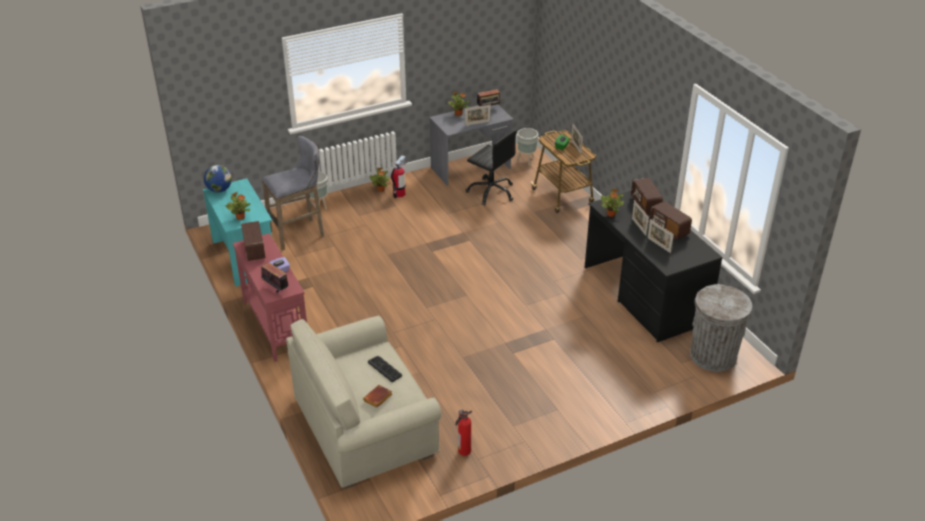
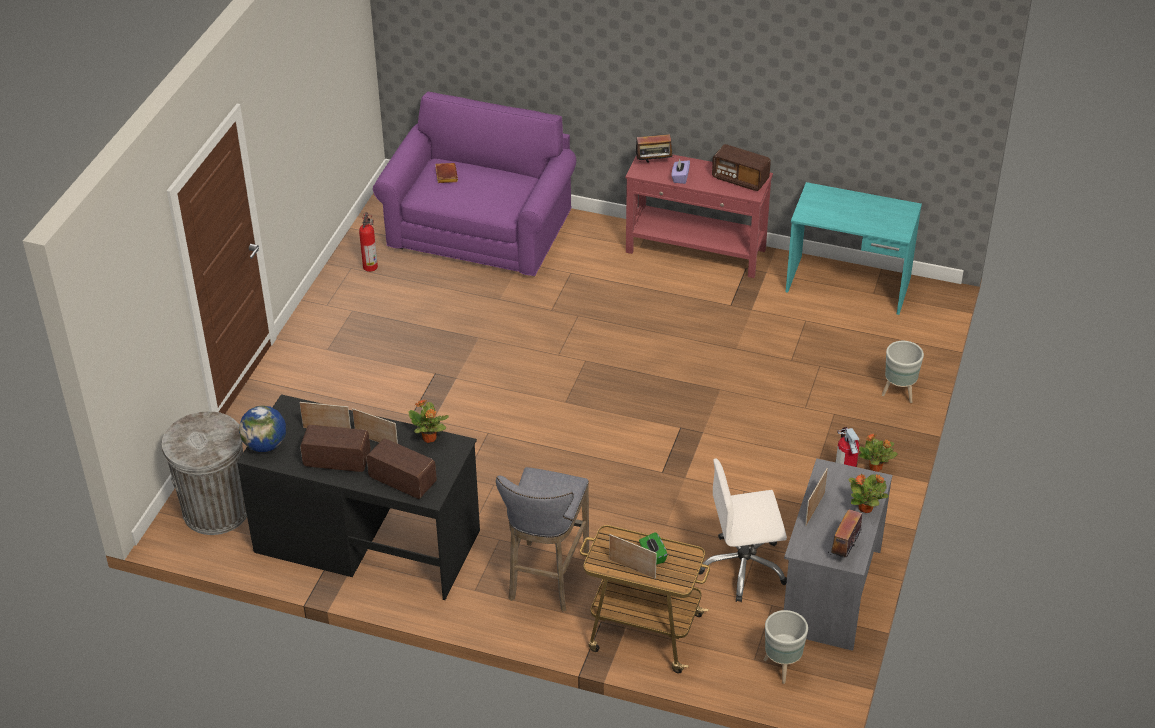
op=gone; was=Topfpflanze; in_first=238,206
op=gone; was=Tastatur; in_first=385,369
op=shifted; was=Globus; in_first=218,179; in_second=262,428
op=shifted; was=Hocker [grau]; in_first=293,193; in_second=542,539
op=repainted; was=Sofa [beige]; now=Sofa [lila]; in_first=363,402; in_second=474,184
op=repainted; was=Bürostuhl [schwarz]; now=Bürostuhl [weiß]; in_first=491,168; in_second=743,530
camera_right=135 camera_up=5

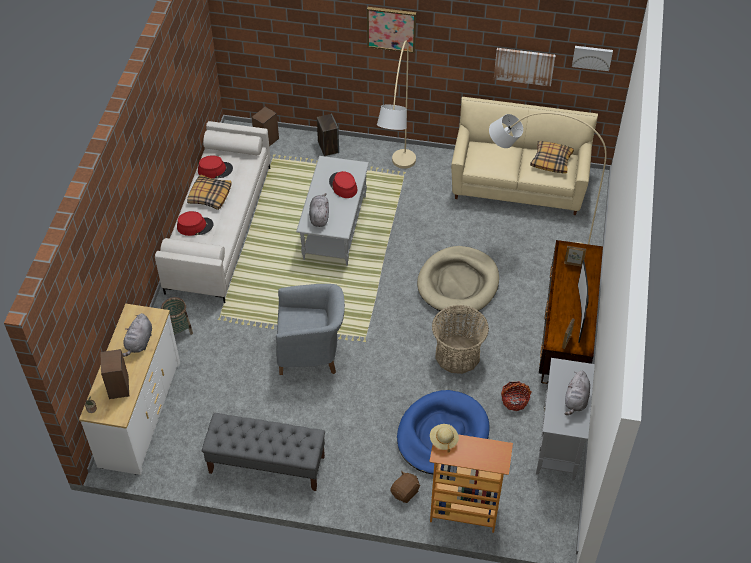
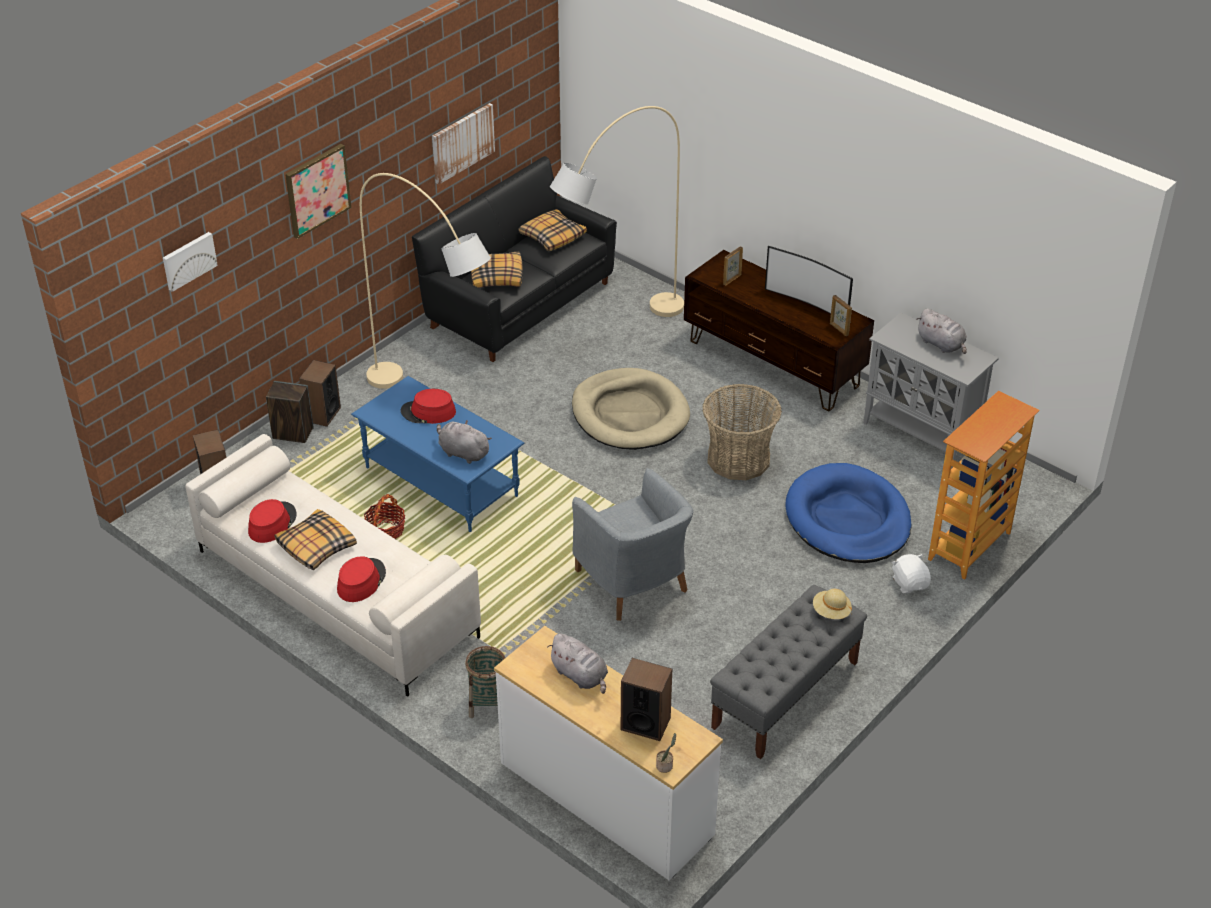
op=new; now=Lautsprecher; in_second=320,393
op=new; now=Kissen; in_second=497,270
op=shifted; was=Hut [beige]; in_first=444,438; in_second=832,604
op=shifted; was=Korb; in_first=516,396; in_second=384,516
op=shifted; was=Bild; in_first=592,58; in_second=190,262
op=repainted; was=Couchtisch [grau]; now=Couchtisch [blau]; in_first=332,211; in_second=437,454
op=repainted; was=Plüschtier [braun]; now=Plüschtier [weiß]; in_first=405,487; in_second=911,573
op=repainted; was=Sofa [beige]; now=Sofa [schwarz]; in_first=524,156; in_second=514,259
op=rotated; was=Sessel [grau]; in_first=310,329; in_second=633,544; clockwise=120
camera_right=-60 camera_up=-10

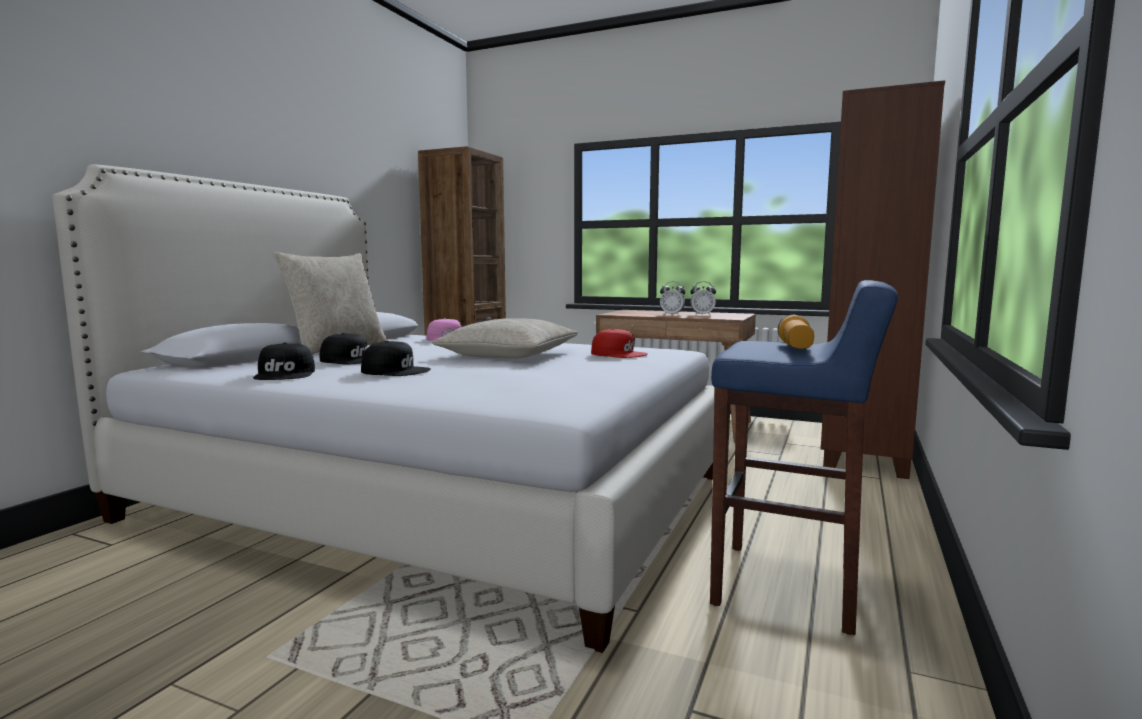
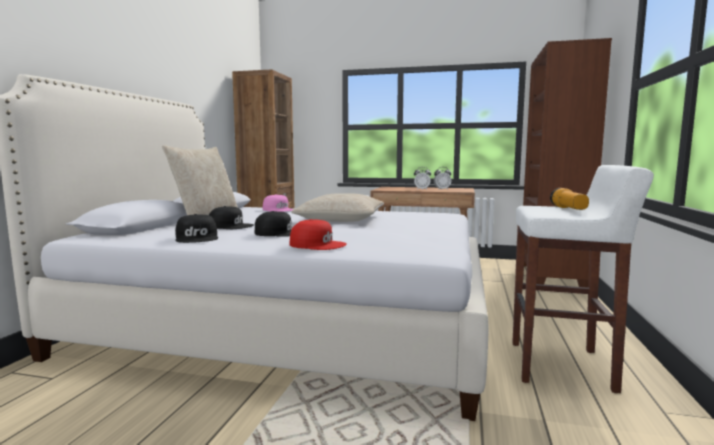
op=shifted; was=Kappe [rot]; in_first=619,343; in_second=318,234
op=repainted; was=Hocker [blau]; now=Hocker [weiß]; in_first=804,457; in_second=583,279
camera_right=-10 camera_up=0

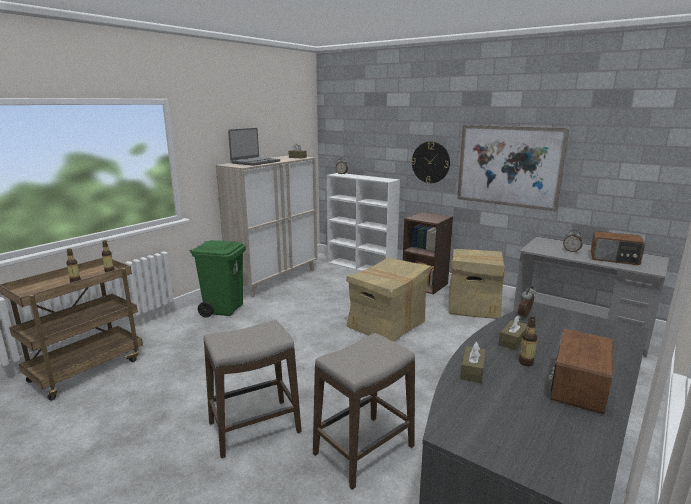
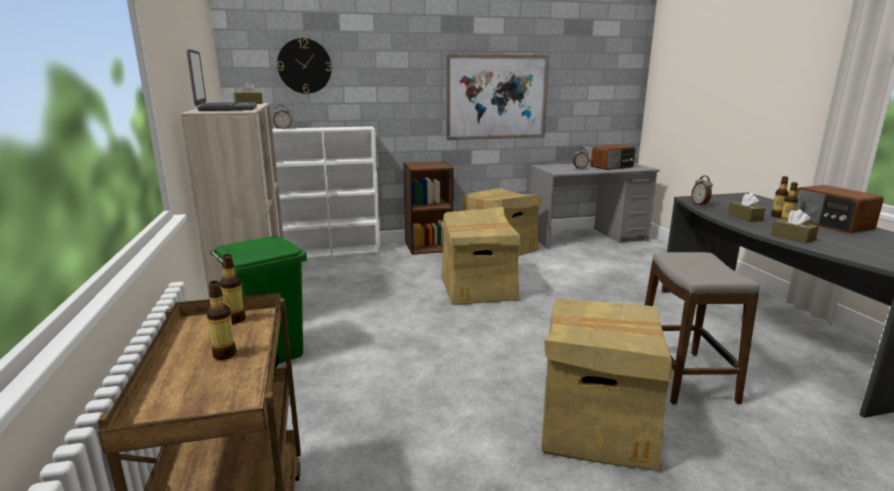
op=new; now=Flasche; in_second=780,197
op=shifted; was=Wanduhr; in_first=430,162; in_second=304,66
op=swapped; was=Hocker; now=Karton; in_first=252,389; in_second=607,384
camera_right=-50 camera_up=0

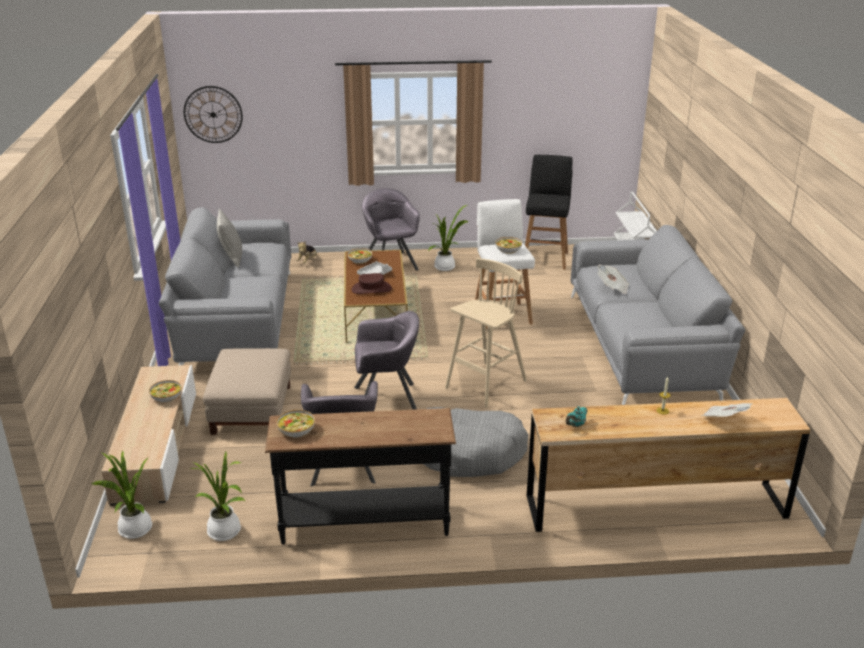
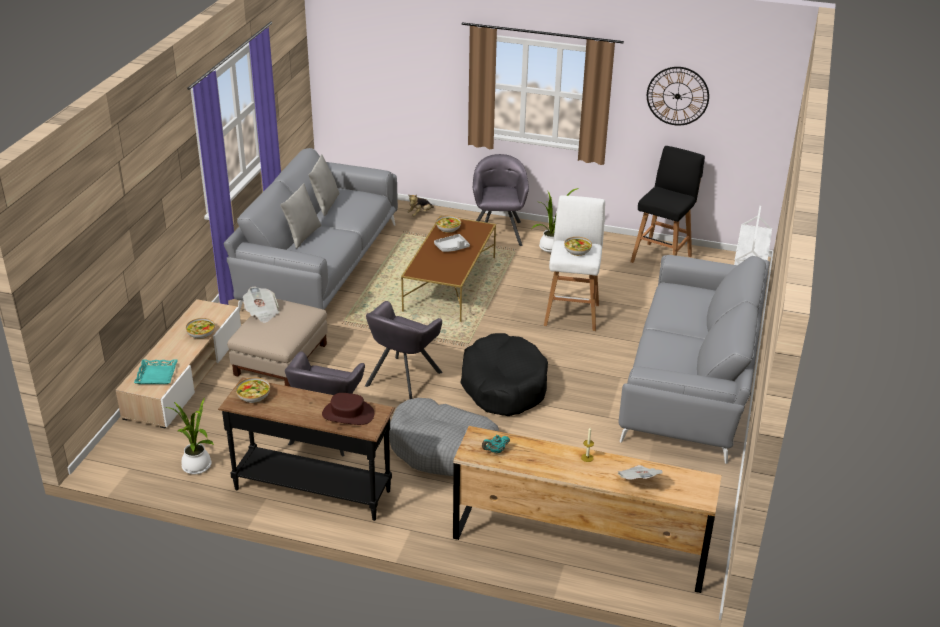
op=gone; was=Topfpflanze; in_first=121,494
op=new; now=Tablett [türkis]; in_second=156,371
op=new; now=Kissen [grau]; in_second=300,216
op=shifted; was=Wanduhr; in_first=213,114; in_second=678,96
op=shifted; was=Hut [braun]; in_first=372,283; in_second=348,409
op=shifted; was=Zeitung; in_first=613,279; in_second=261,304
op=swapped; was=Hocker [beige]; now=Hundebett [schwarz]; in_first=486,333; in_second=504,374
op=rotated; was=Sessel [grau]; in_first=386,360; in_second=403,350; clockwise=105
camera_right=20 camera_up=5

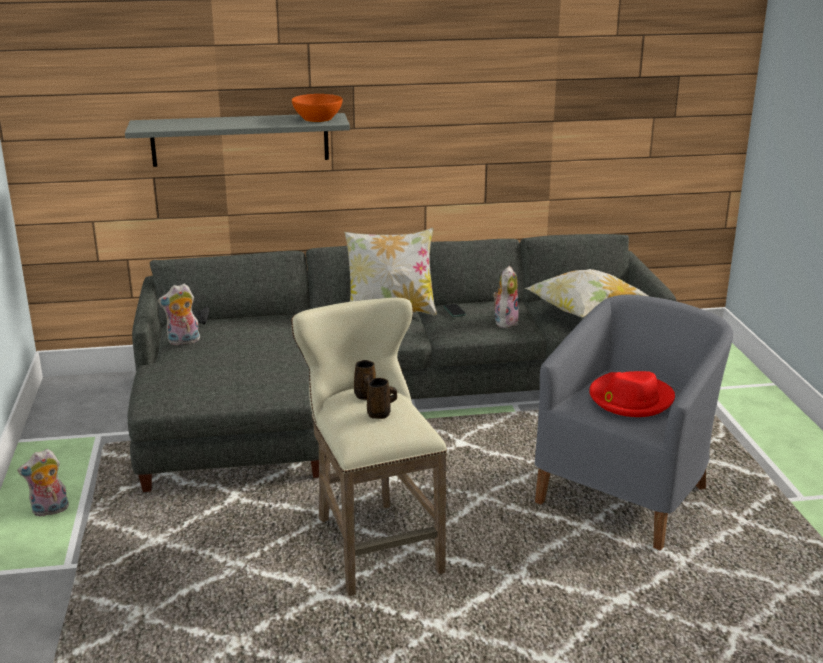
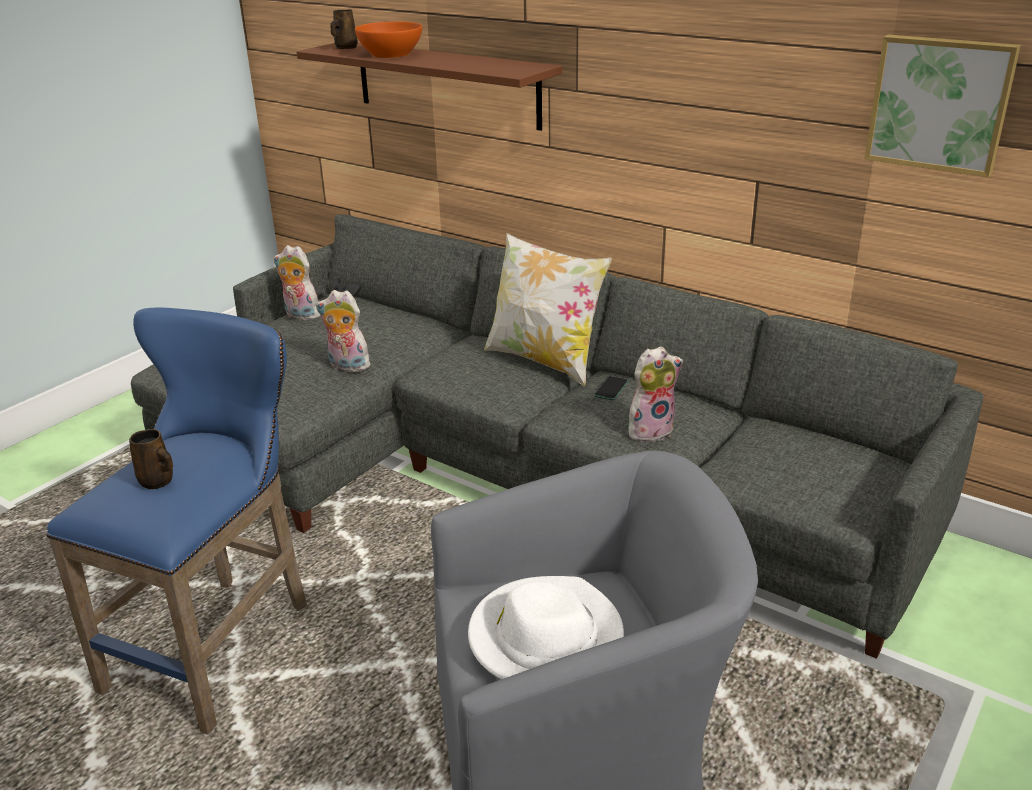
op=gone; was=Kissen; in_first=586,293
op=new; now=Bild; in_second=942,105
op=shifted; was=Plüschtier; in_first=43,483; in_second=343,331
op=shifted; was=Schüssel [orange]; in_first=317,108; in_second=388,39
op=shifted; was=Henkelbecher [braun]; in_first=365,380; in_second=344,29
op=repainted; was=Wandregal [grau]; now=Wandregal [braun]; in_first=237,140; in_second=429,87
op=repainted; was=Hocker [beige]; now=Hocker [blau]; in_first=369,447; in_second=177,521
op=repainted; was=Hut [rot]; now=Hut [weiß]; in_first=632,394; in_second=546,627
camera_right=45 camera_up=5

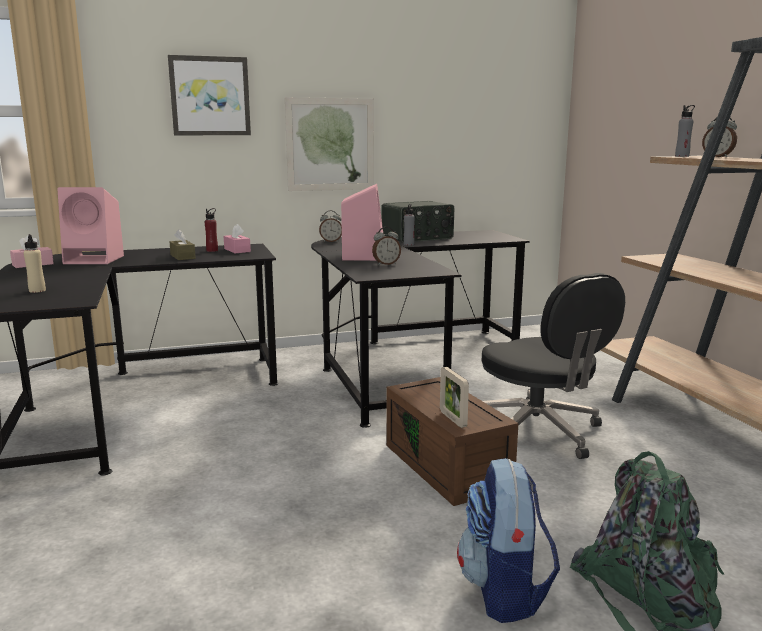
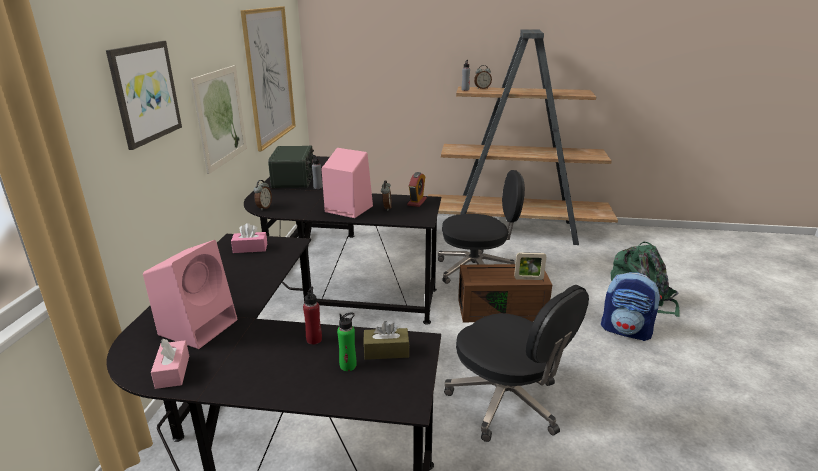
op=new; now=Bild; in_second=268,78
op=new; now=Wecker; in_second=417,189
op=new; now=Bürostuhl [schwarz]; in_second=516,363
op=shifted; was=Taschentuchbox [braun]; in_first=183,244; in_second=386,340
op=shifted; was=Flasche [rot]; in_first=211,230; in_second=312,316
op=repainted; was=Flasche [beige]; now=Flasche [grün]; in_first=35,263; in_second=347,341
camera_right=-65 camera_up=10

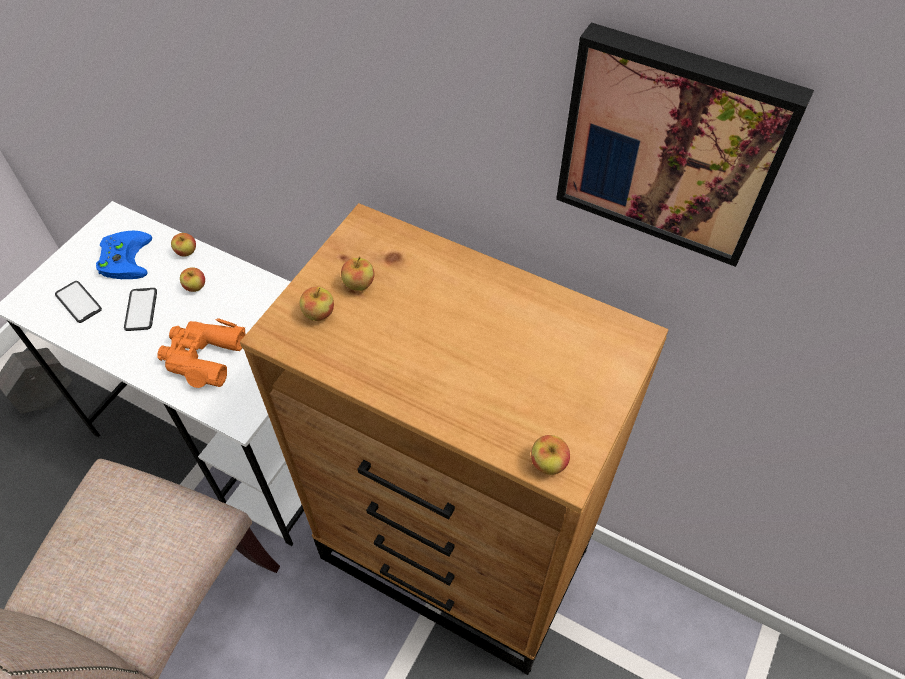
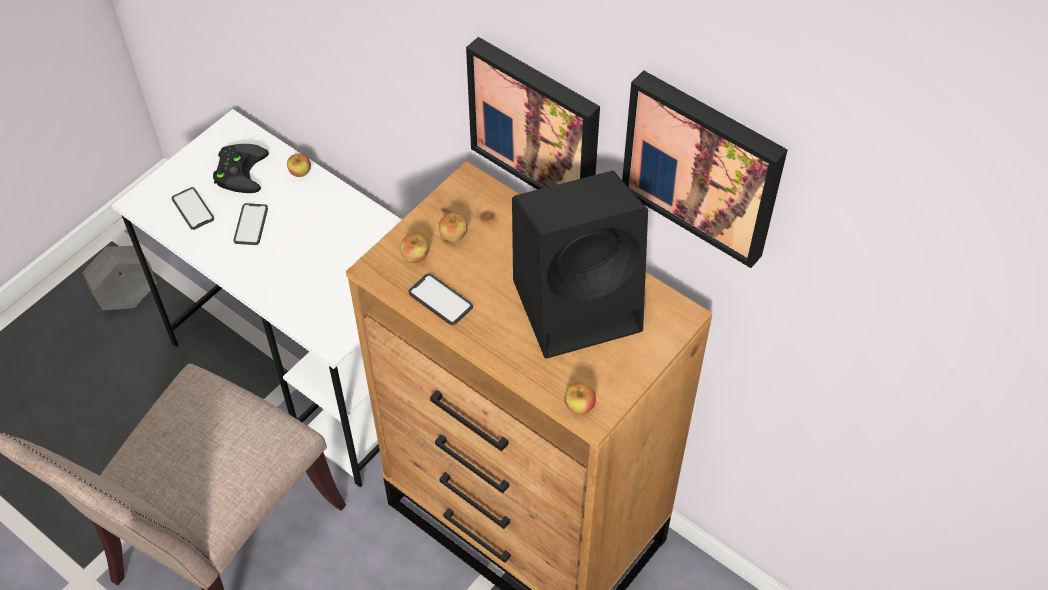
op=gone; was=Fernglas [orange]; in_first=201,353
op=gone; was=Apfel; in_first=192,279
op=new; now=Handy; in_second=440,299
op=new; now=Bild; in_second=533,113
op=new; now=Lautsprecher [schwarz]; in_second=580,265
op=repainted; was=Gamepad [blau]; now=Gamepad [schwarz]; in_first=124,255; in_second=241,168
camera_right=10 camera_up=0

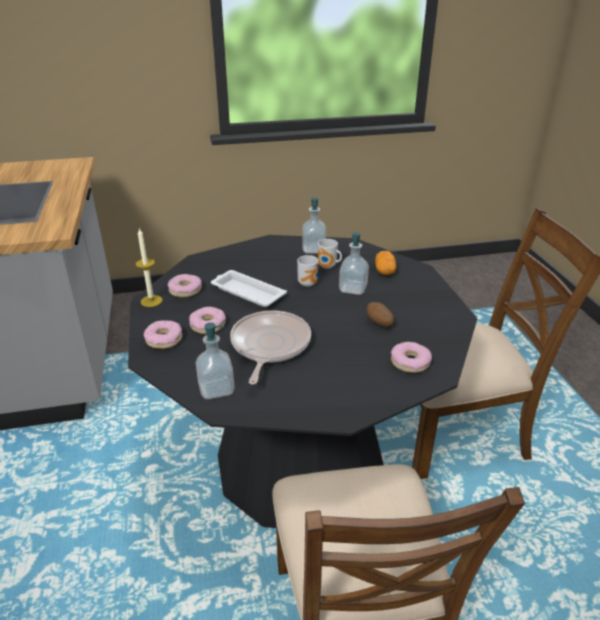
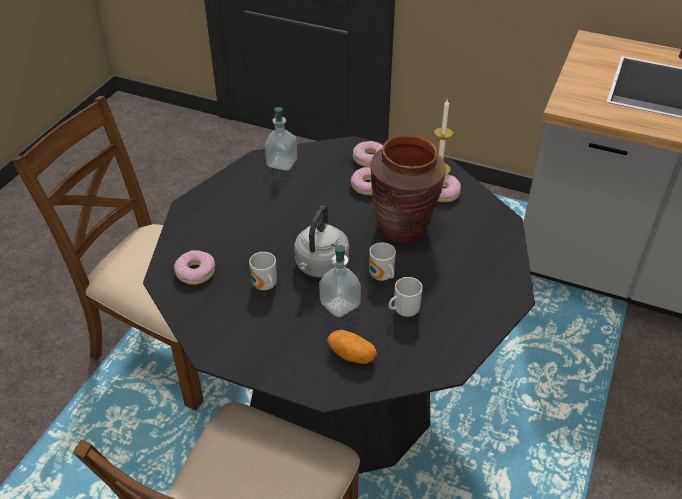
op=gone; was=Pfanne; in_first=270,347
op=gone; was=Seifenspender; in_first=314,225
op=new; now=Wasserkessel [grau]; in_second=321,241
op=swapped; was=Tablett [weiß]; now=Vase [braun]; in_first=249,288; in_second=408,189
op=swapped; was=Kartoffel; now=Henkelbecher; in_first=380,314; in_second=263,271
camera_right=125 camera_up=10

